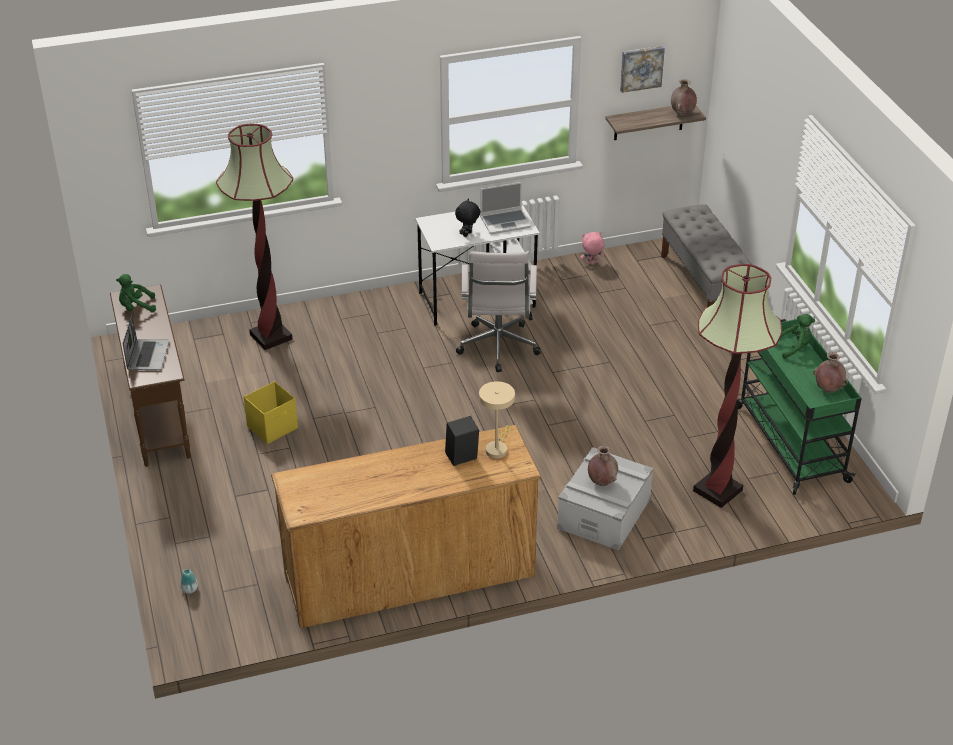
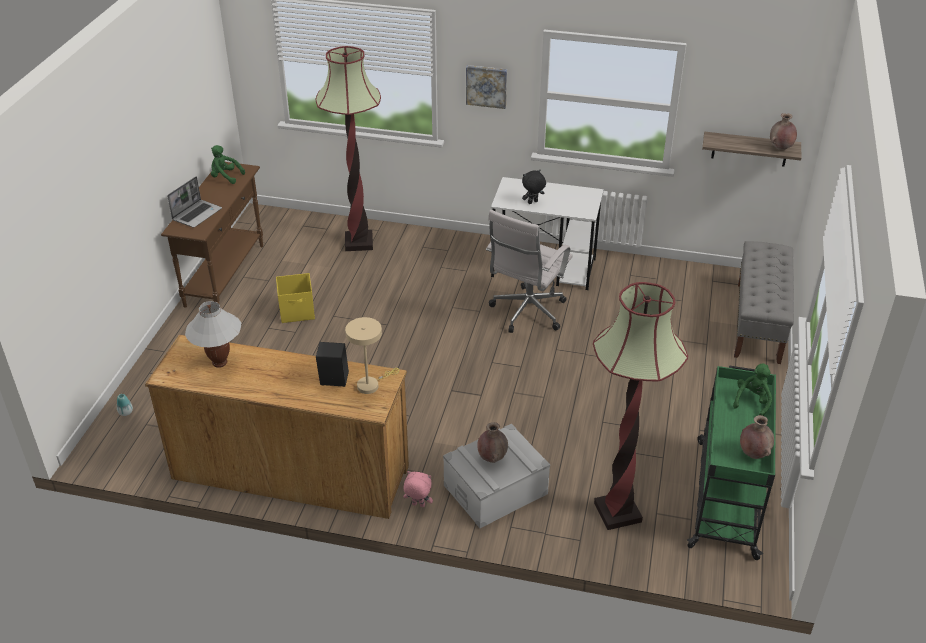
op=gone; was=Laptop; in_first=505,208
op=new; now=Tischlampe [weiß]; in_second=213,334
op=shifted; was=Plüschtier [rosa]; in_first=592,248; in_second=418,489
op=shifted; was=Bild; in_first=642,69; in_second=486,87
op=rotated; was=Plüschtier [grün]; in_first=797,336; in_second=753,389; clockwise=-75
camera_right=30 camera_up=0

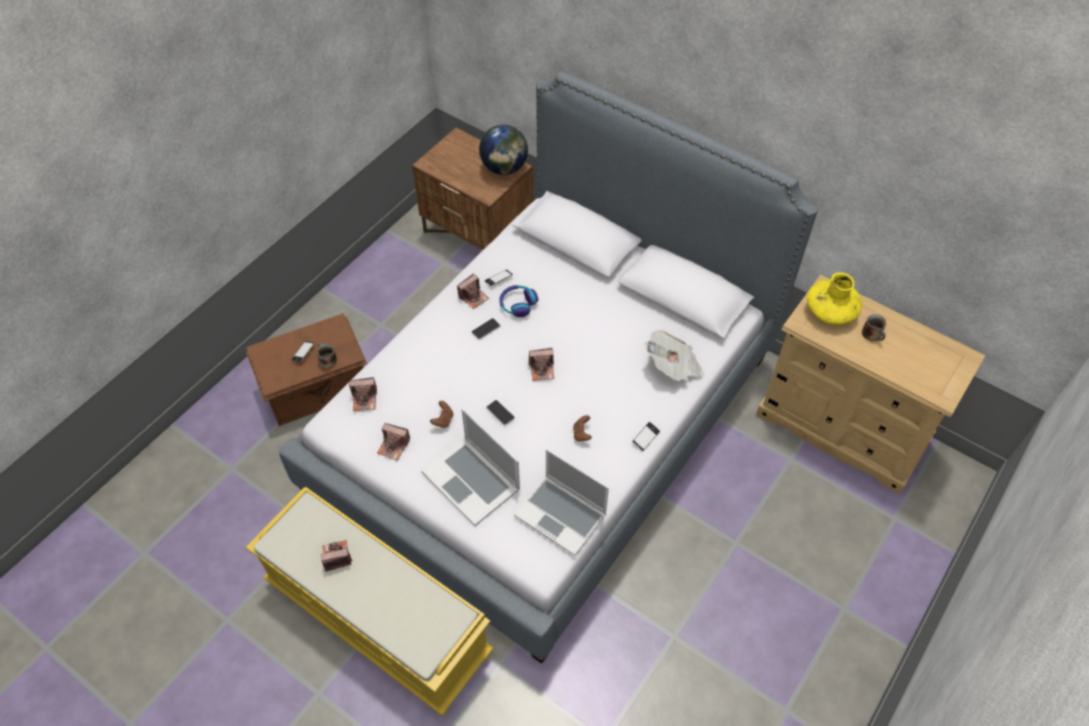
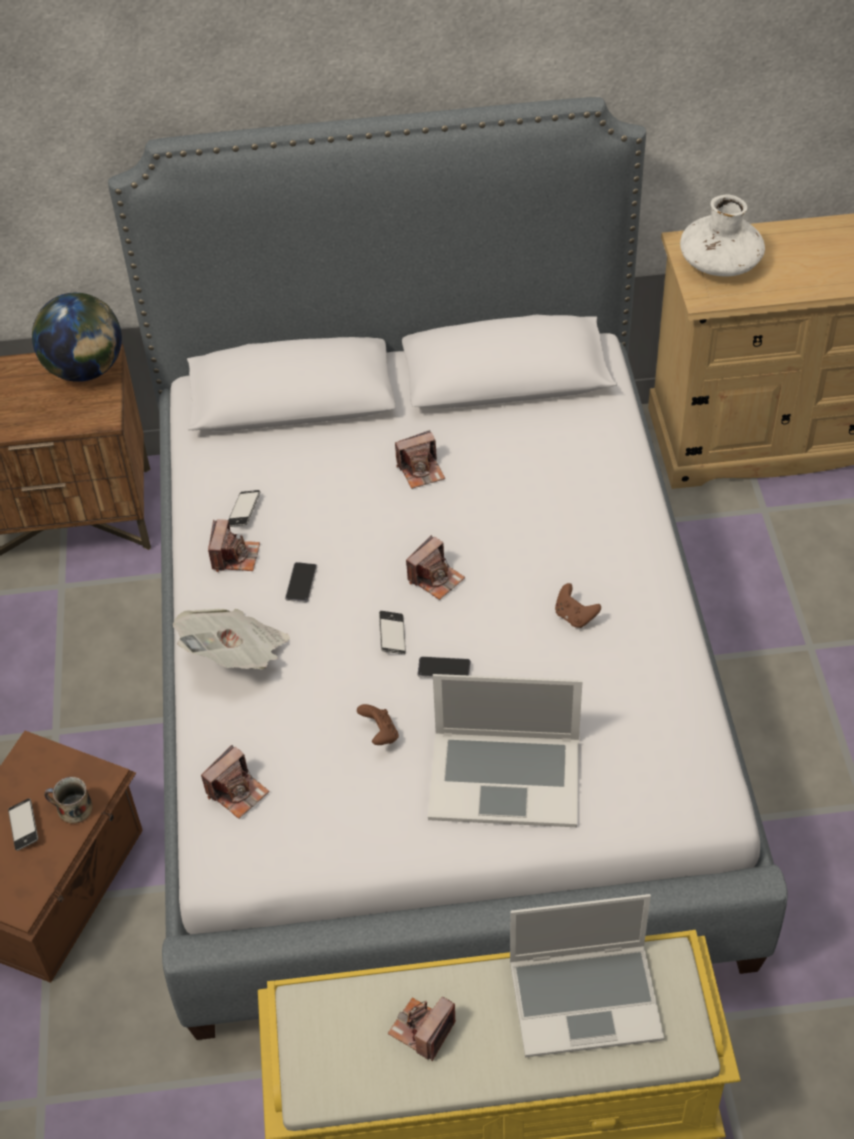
op=gone; was=Kopfhörer; in_first=518,301
op=gone; was=Henkelbecher; in_first=874,327
op=shifted; was=Kamera; in_first=393,442; in_second=420,459
op=shifted; was=Laptop; in_first=561,502; in_second=587,975
op=shifted; was=Handy; in_first=646,436; in_second=392,632
op=shifted; was=Zeitung; in_first=674,356; in_second=231,639
op=repainted; was=Vase [gelb]; now=Vase [weiß]; in_first=834,298; in_second=722,235
camera_right=-40 camera_up=-5

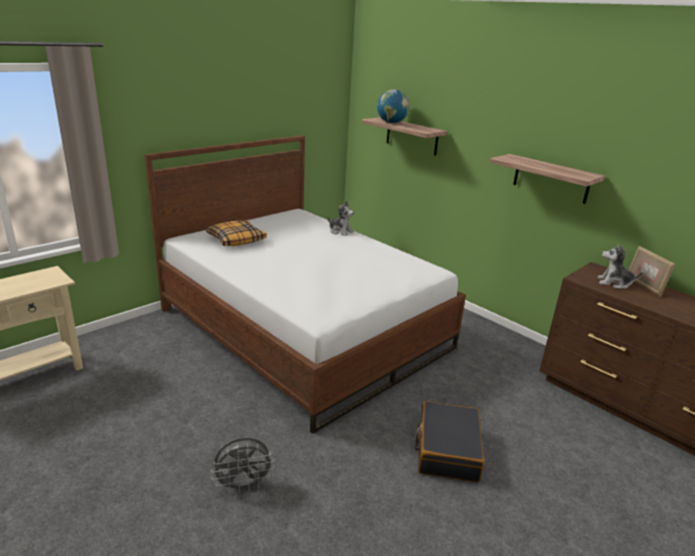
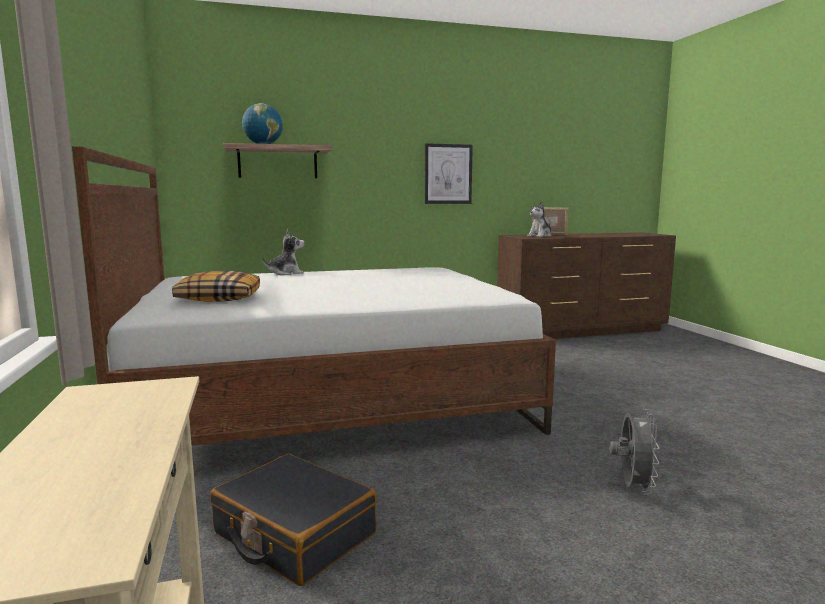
op=shifted; was=Koffer [schwarz]; in_first=450,441; in_second=293,520
op=swapped; was=Wandregal; now=Bild; in_first=547,179; in_second=449,173
camera_right=-60 camera_up=-15

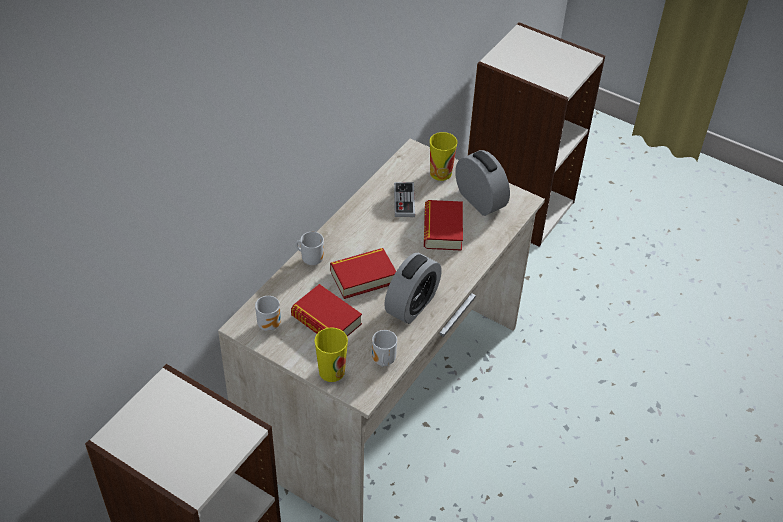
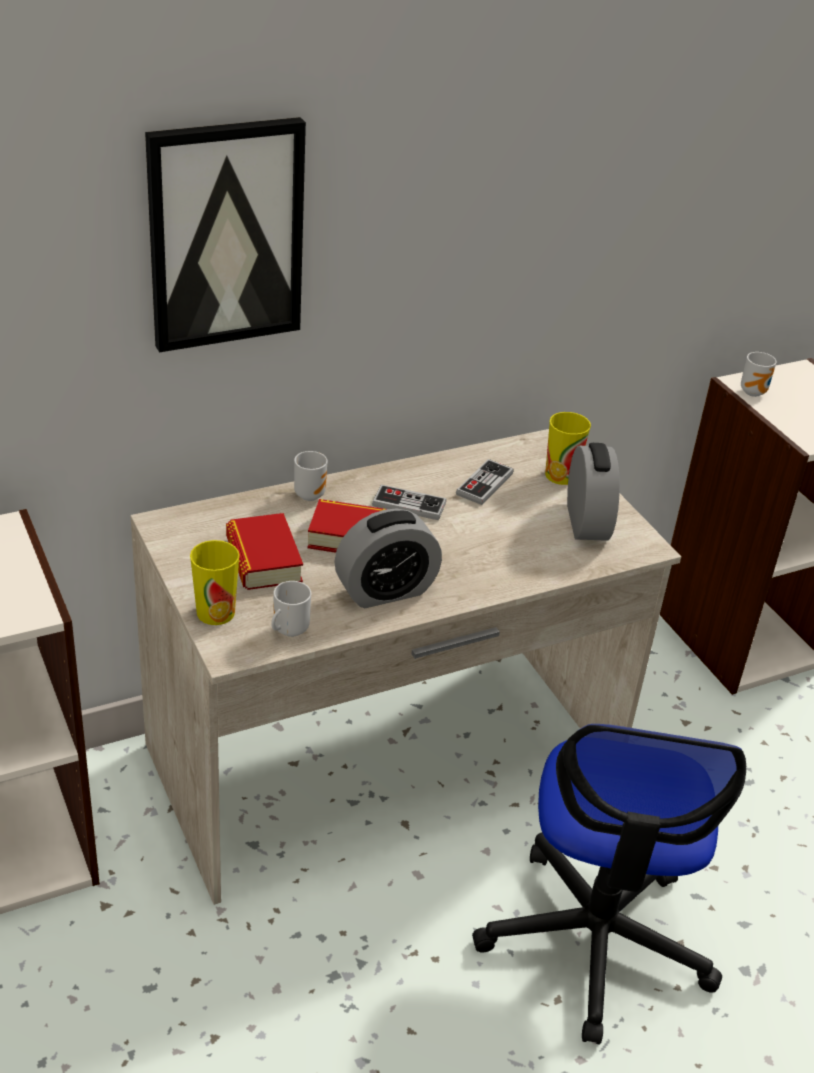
op=gone; was=Buch; in_first=443,225
op=new; now=Bild; in_second=225,234
op=new; now=Gamepad; in_second=409,502
op=new; now=Bürostuhl; in_second=609,884
op=shifted; was=Henkelbecher; in_first=268,313; in_second=759,374
camera_right=30 camera_up=-10

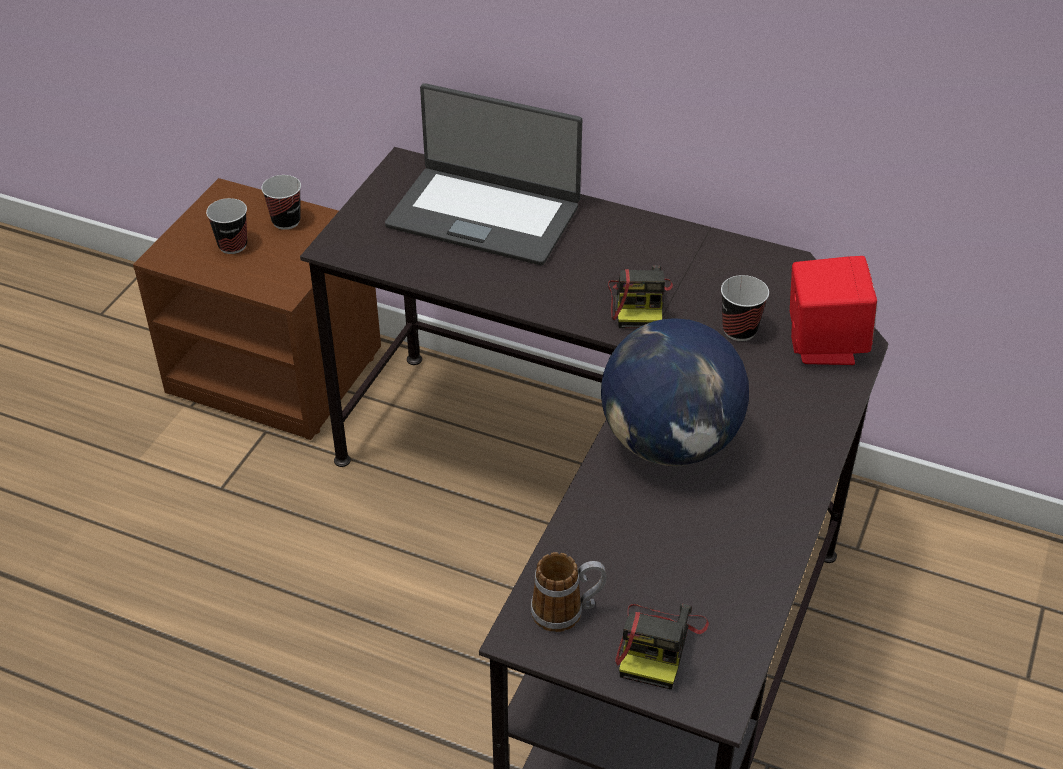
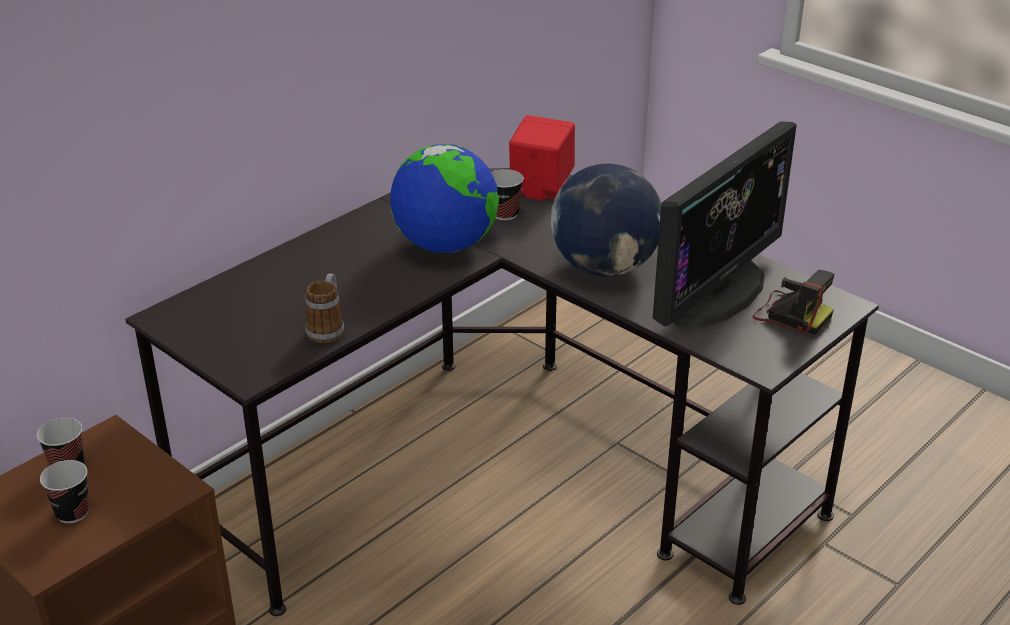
op=gone; was=Laptop; in_first=483,174
op=new; now=Monitor; in_second=725,224
op=shifted; was=Henkelbecher; in_first=569,592; in_second=325,308
op=swapped; was=Kamera; now=Globus; in_first=640,296; in_second=444,198
camera_right=-70 camera_up=-10

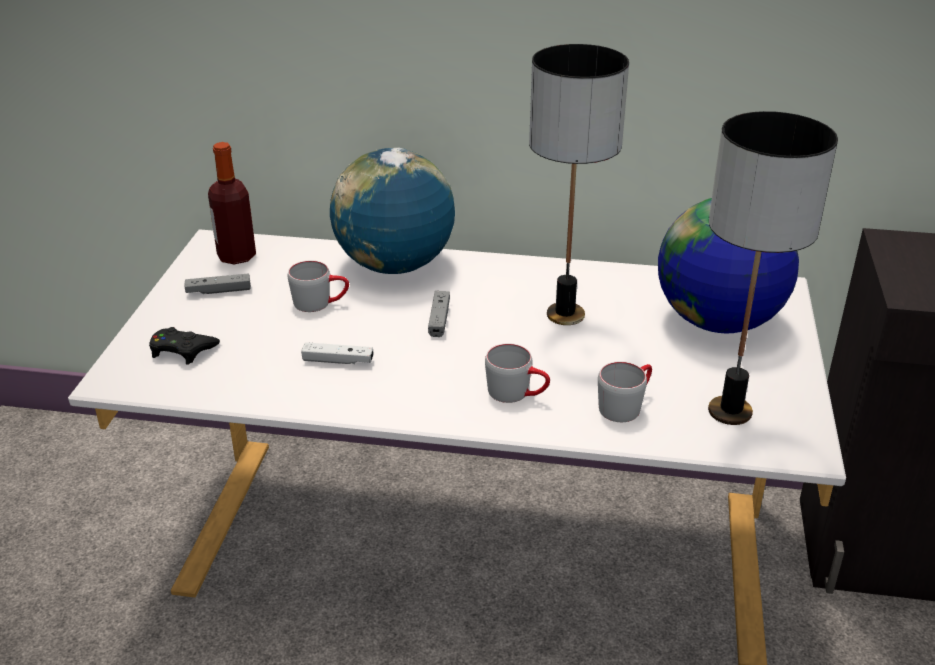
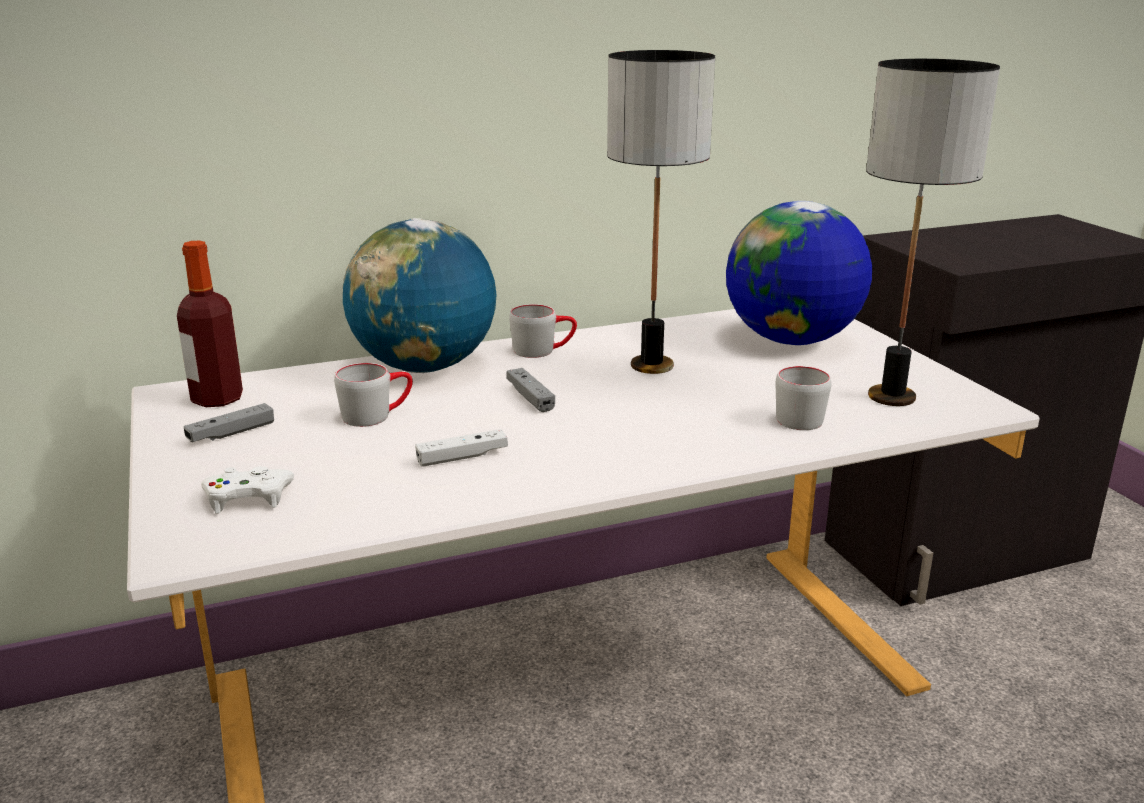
op=shifted; was=Henkelbecher [grau]; in_first=517,373; in_second=543,331
op=repainted; was=Gamepad [schwarz]; now=Gamepad [weiß]; in_first=184,346; in_second=247,490
camera_right=-30 camera_up=-10

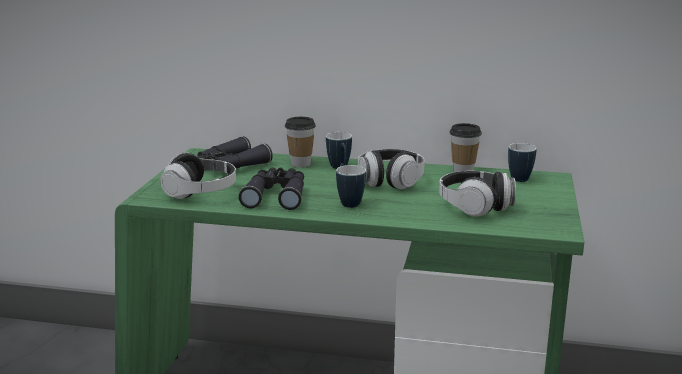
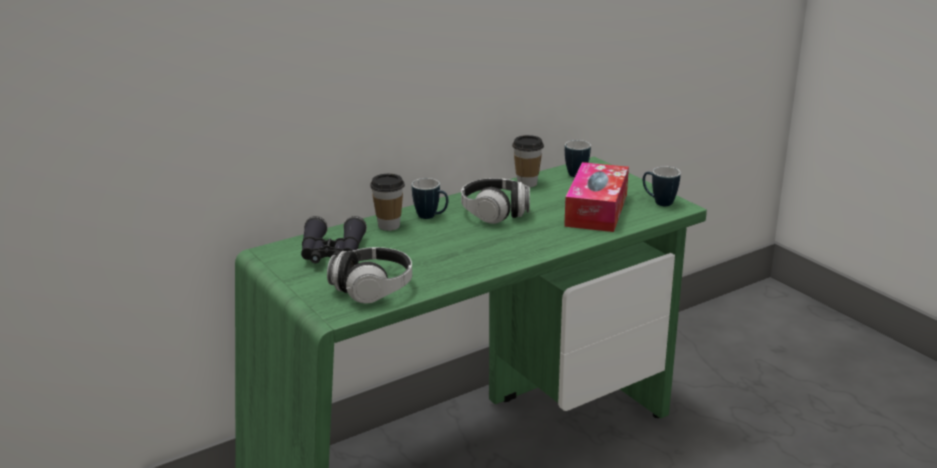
op=gone; was=Fernglas [schwarz]; in_first=271,188
op=shifted; was=Henkelbecher; in_first=351,186; in_second=662,186
op=swapped; was=Kopfhörer; now=Taschentuchbox; in_first=477,194; in_second=596,197
camera_right=-45 camera_up=5

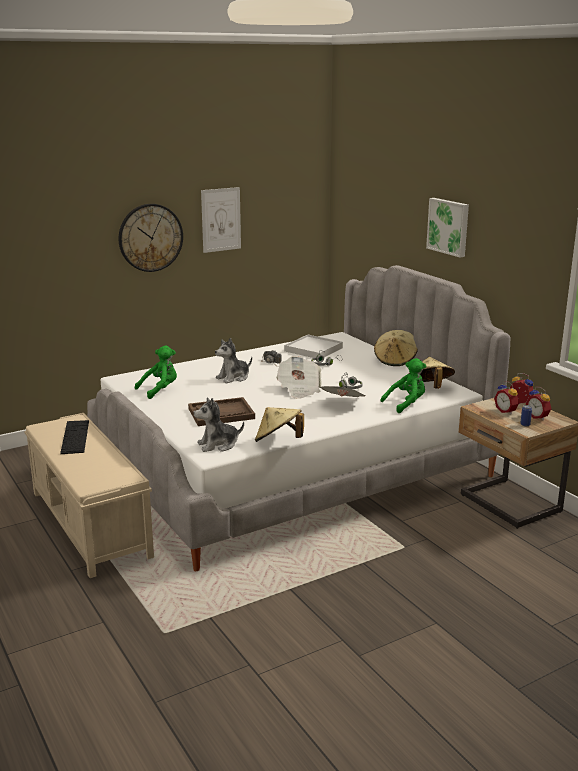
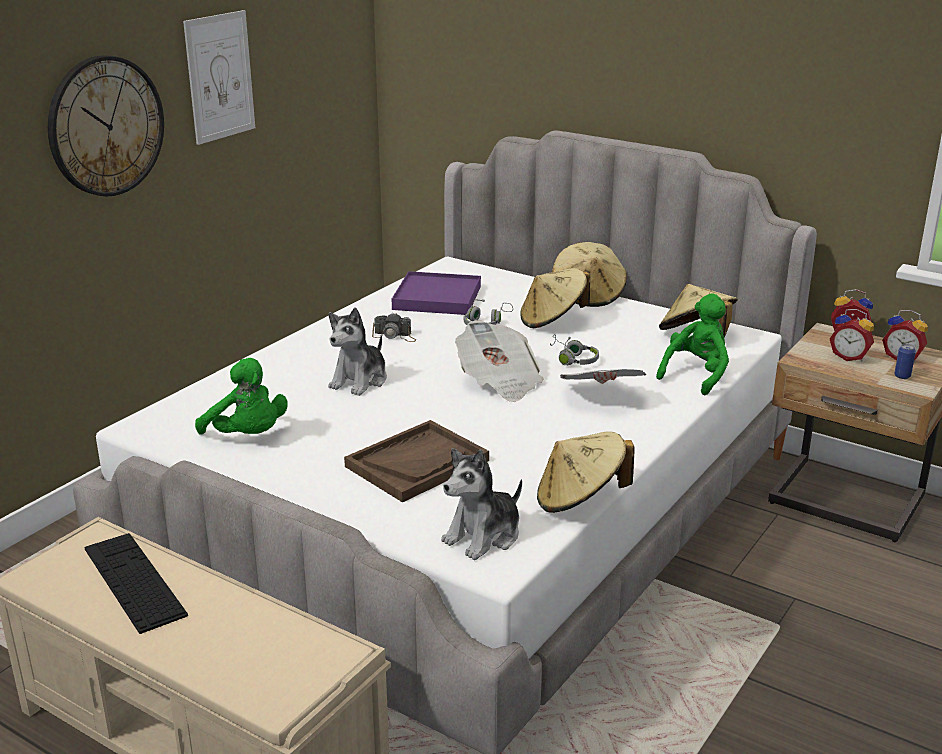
op=gone; was=Bild; in_first=447,228
op=new; now=Hut [beige]; in_second=555,298
op=repainted; was=Tablett [weiß]; now=Tablett [lila]; in_first=313,346; in_second=436,293
op=rotated; was=Plüschtier [grün]; in_first=156,372; in_second=241,396; clockwise=105
camera_right=-25 camera_up=5

